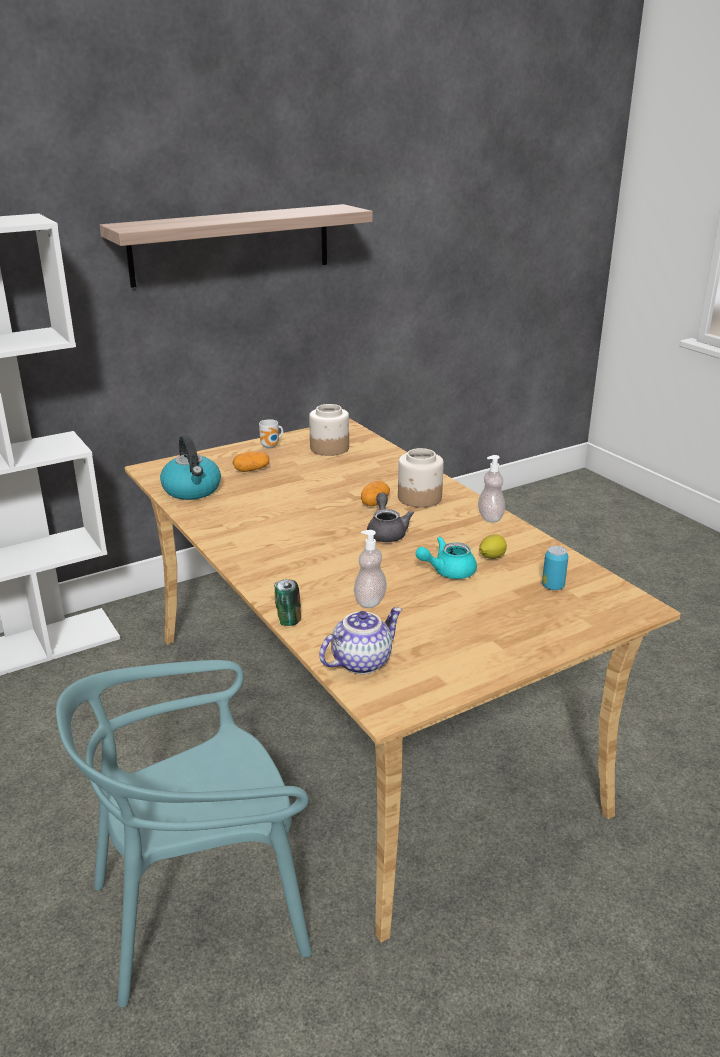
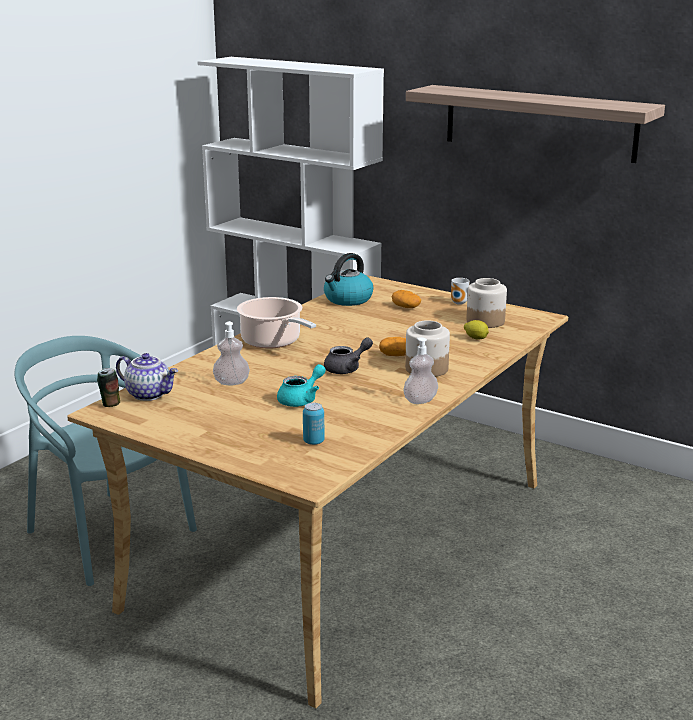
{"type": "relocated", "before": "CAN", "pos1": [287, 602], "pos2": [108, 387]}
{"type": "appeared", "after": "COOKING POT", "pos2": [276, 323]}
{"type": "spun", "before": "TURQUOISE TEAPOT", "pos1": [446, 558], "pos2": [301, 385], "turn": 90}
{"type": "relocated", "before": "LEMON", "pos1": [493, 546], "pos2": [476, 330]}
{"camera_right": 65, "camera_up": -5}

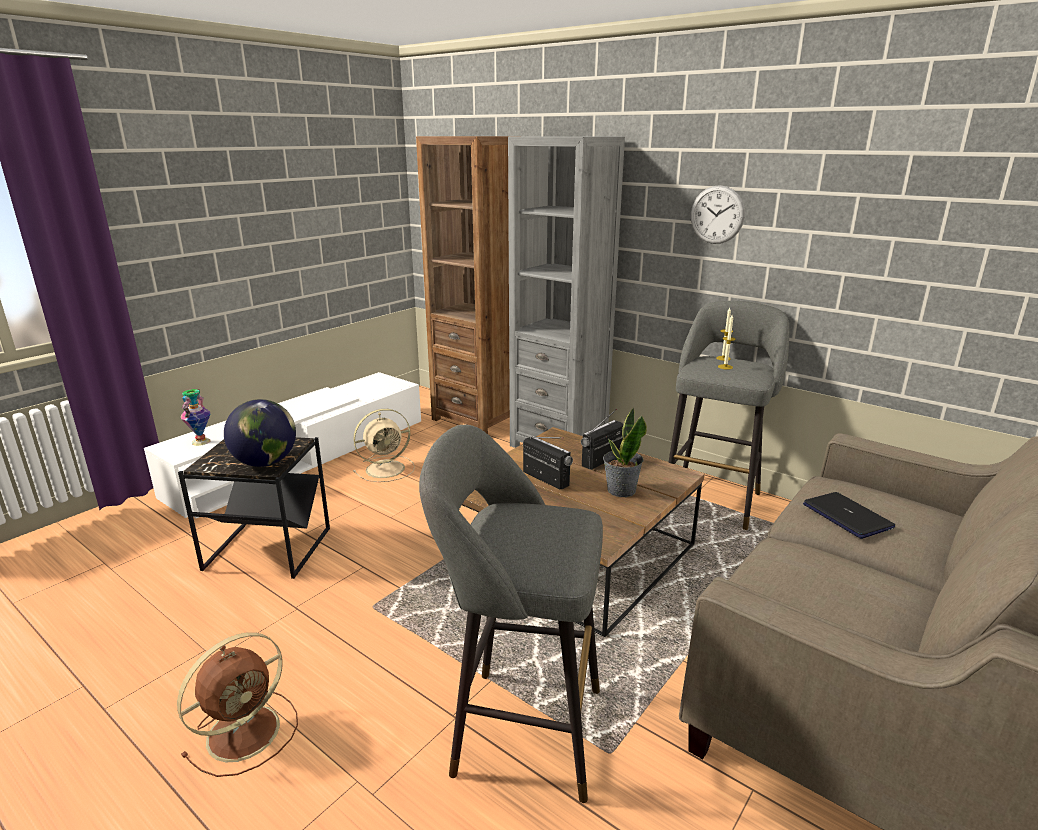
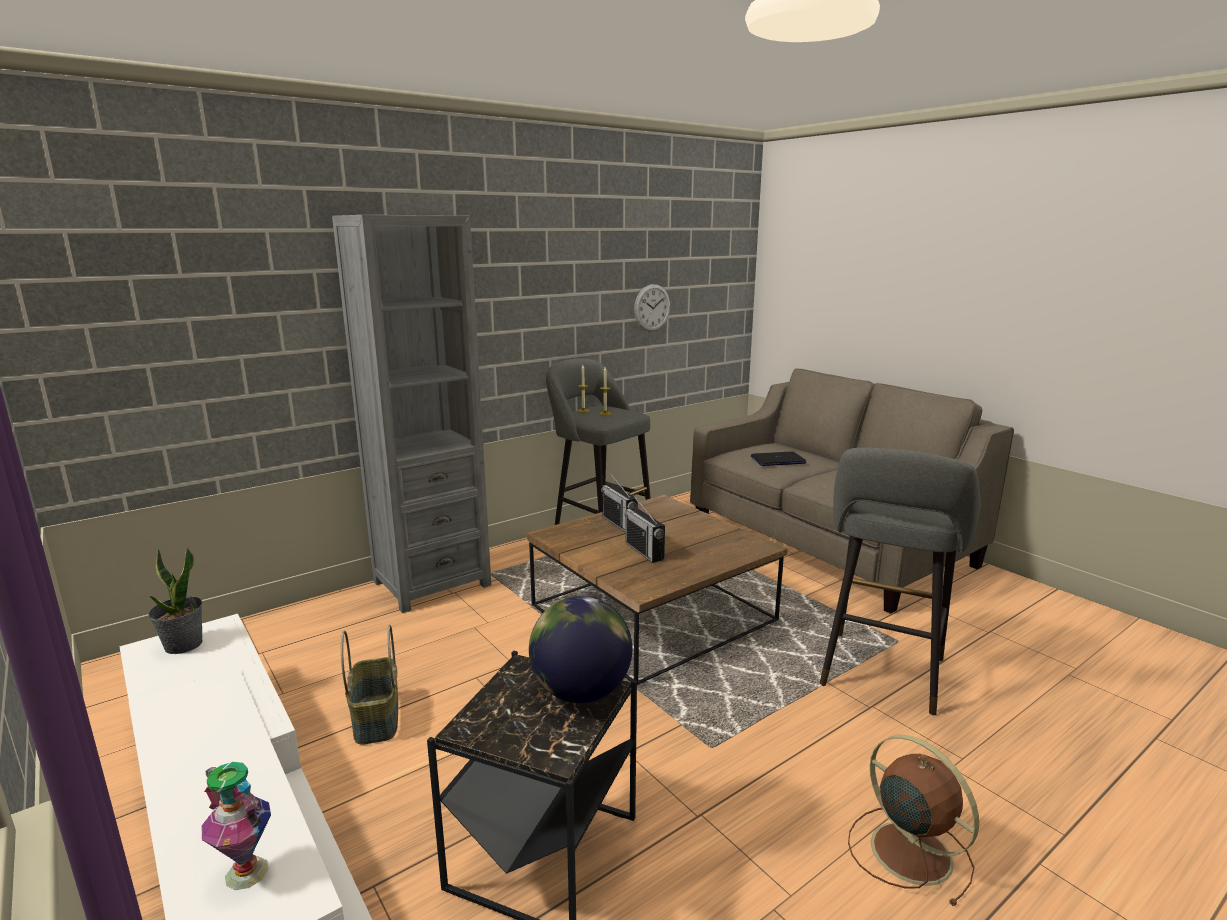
{"type": "relocated", "before": "POTTED PLANT", "pos1": [625, 452], "pos2": [175, 600]}
{"type": "exchanged", "before": "BEIGE FAN", "after": "BASKET", "pos1": [384, 445], "pos2": [369, 685]}
{"type": "spun", "before": "RADIO", "pos1": [548, 462], "pos2": [644, 529], "turn": -90}
{"type": "relocated", "before": "WALL CLOCK", "pos1": [718, 214], "pos2": [652, 307]}
{"type": "missing", "before": "BROWN BOOKCASE", "pos1": [469, 285]}
{"camera_right": -75, "camera_up": -5}

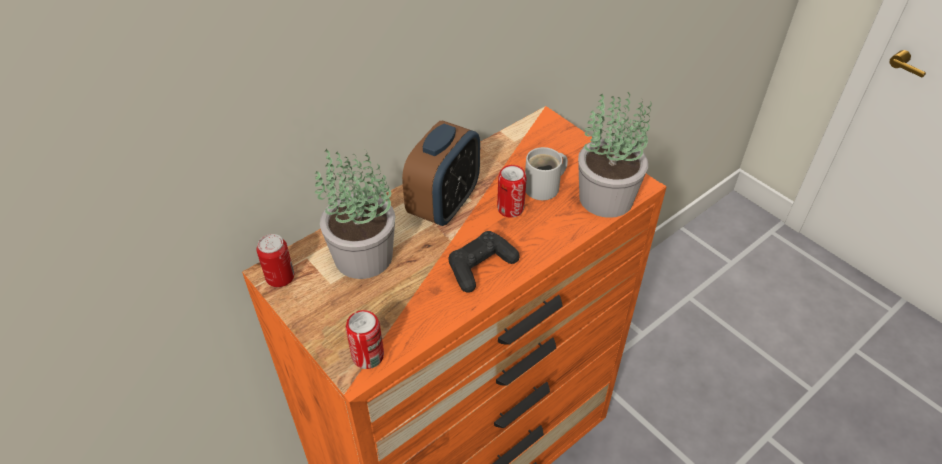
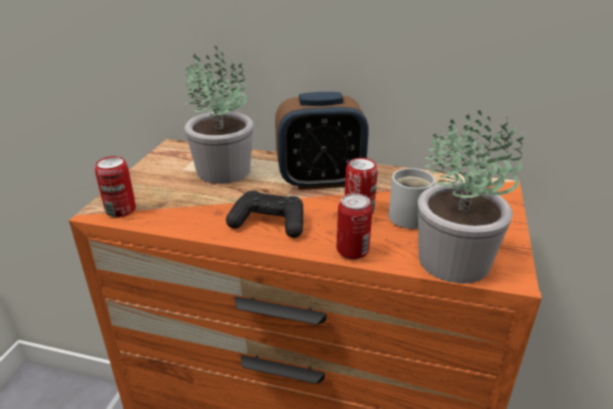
{"type": "relocated", "before": "CAN", "pos1": [275, 260], "pos2": [354, 226]}
{"camera_right": 55, "camera_up": -15}

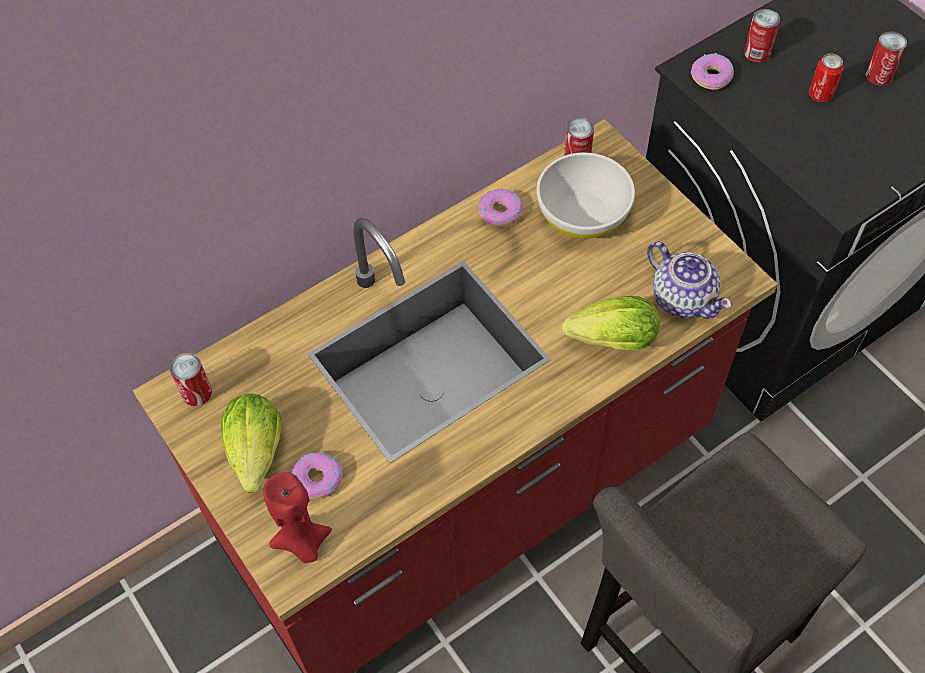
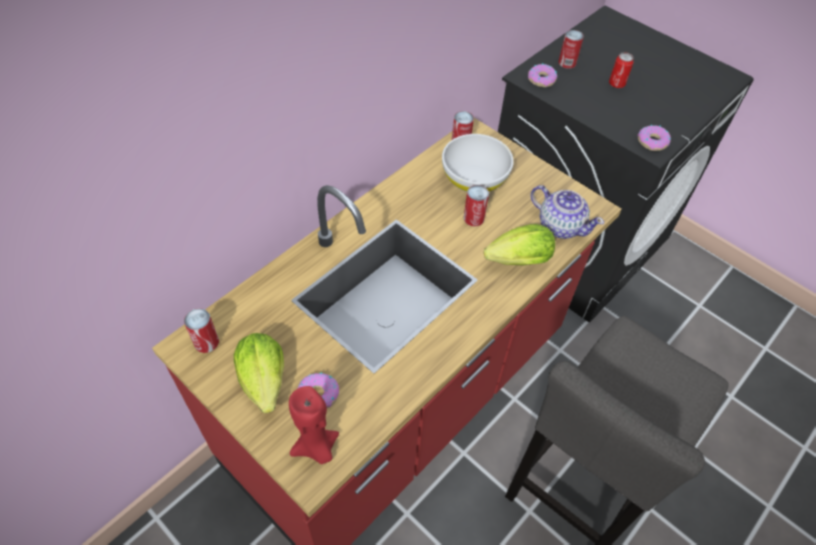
{"type": "relocated", "before": "CAN", "pos1": [886, 58], "pos2": [476, 205]}
{"type": "relocated", "before": "DONUT", "pos1": [500, 207], "pos2": [654, 138]}
{"camera_right": -15, "camera_up": -5}

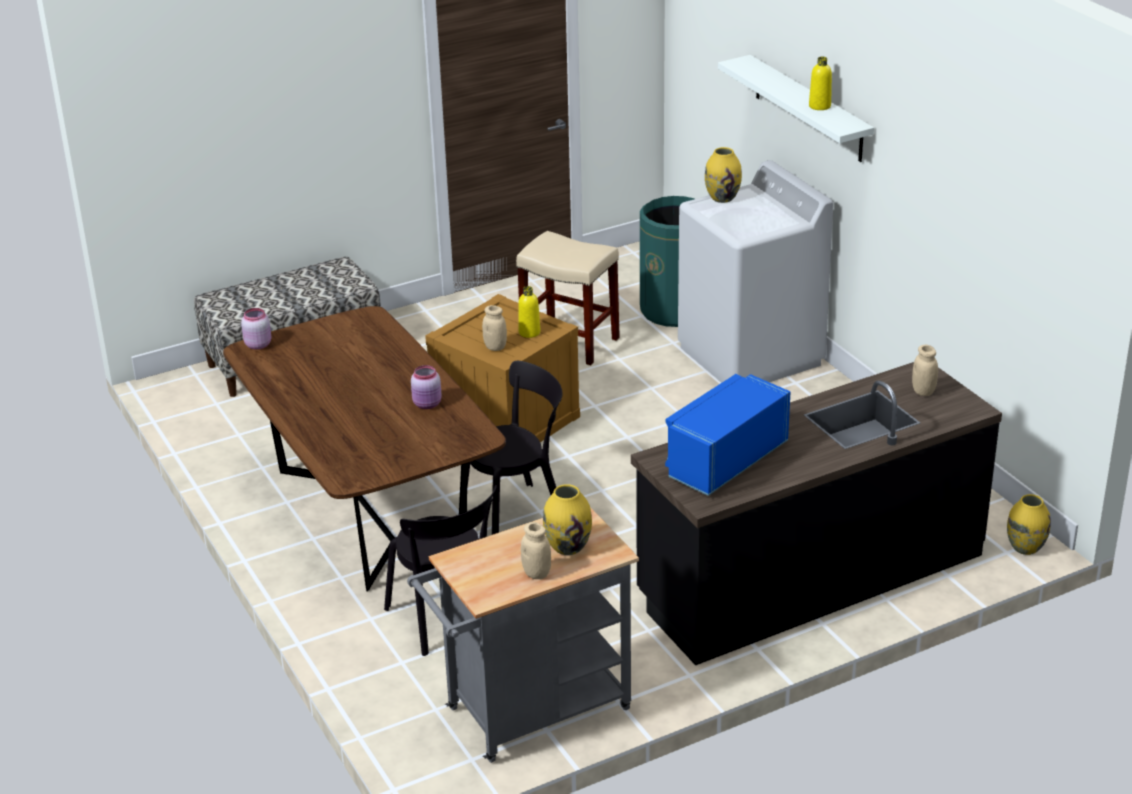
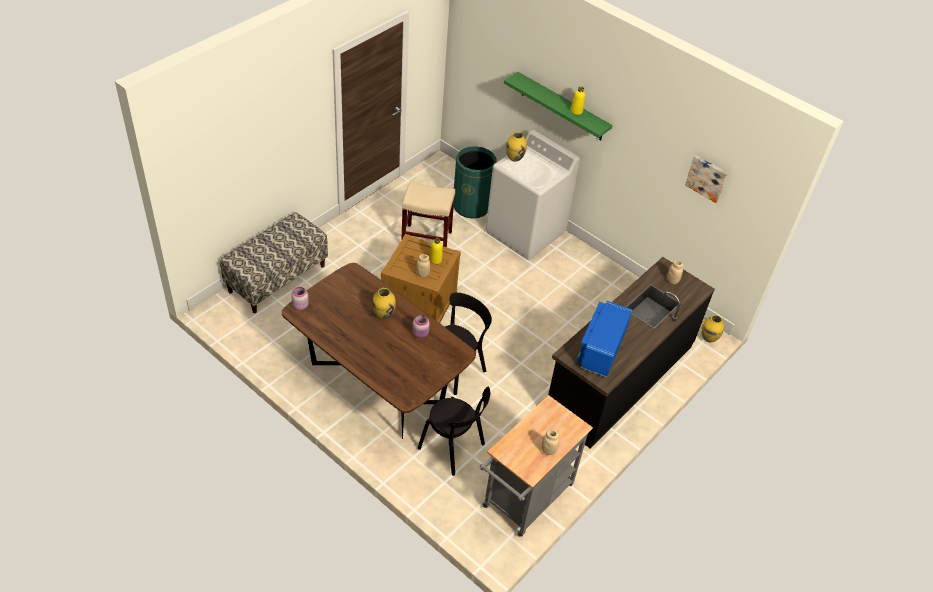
{"type": "relocated", "before": "YELLOW VASE", "pos1": [567, 519], "pos2": [384, 303]}
{"type": "colour", "before": "WHITE SHELF", "after": "GREEN SHELF", "pos1": [796, 108], "pos2": [558, 106]}
{"type": "appeared", "after": "PICTURE", "pos2": [706, 179]}
{"camera_right": -25, "camera_up": 15}

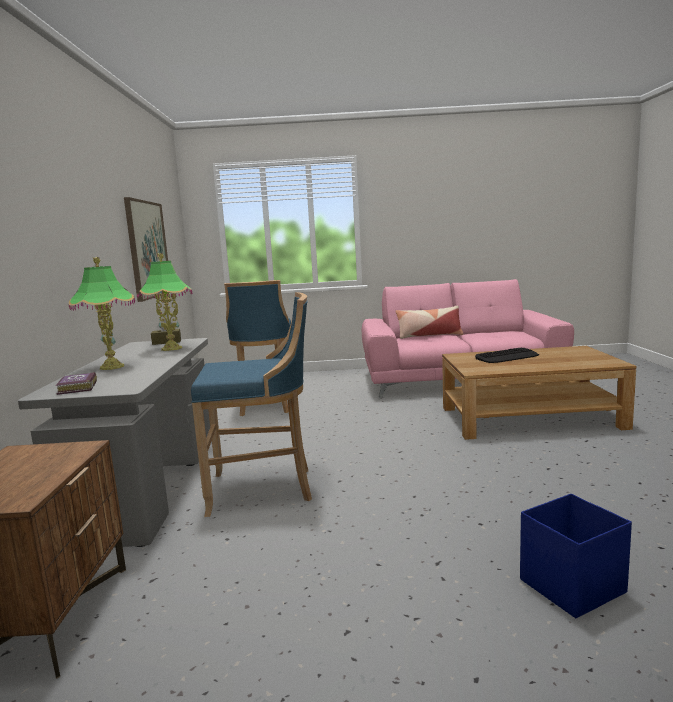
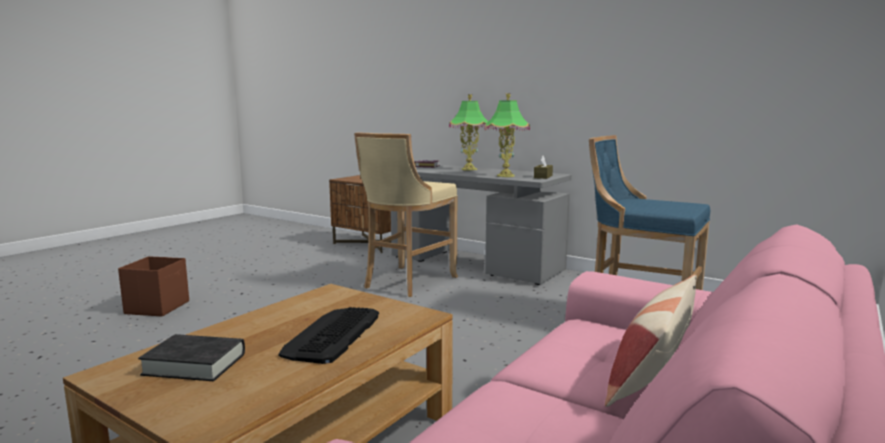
{"type": "colour", "before": "BLUE STORAGE BOX", "after": "BROWN STORAGE BOX", "pos1": [576, 556], "pos2": [153, 286]}
{"type": "appeared", "after": "BLACK BOOK", "pos2": [191, 357]}
{"type": "colour", "before": "BLUE STOOL", "after": "BEIGE STOOL", "pos1": [251, 404], "pos2": [406, 214]}
{"type": "missing", "before": "PICTURE", "pos1": [147, 249]}
{"camera_right": 125, "camera_up": 0}

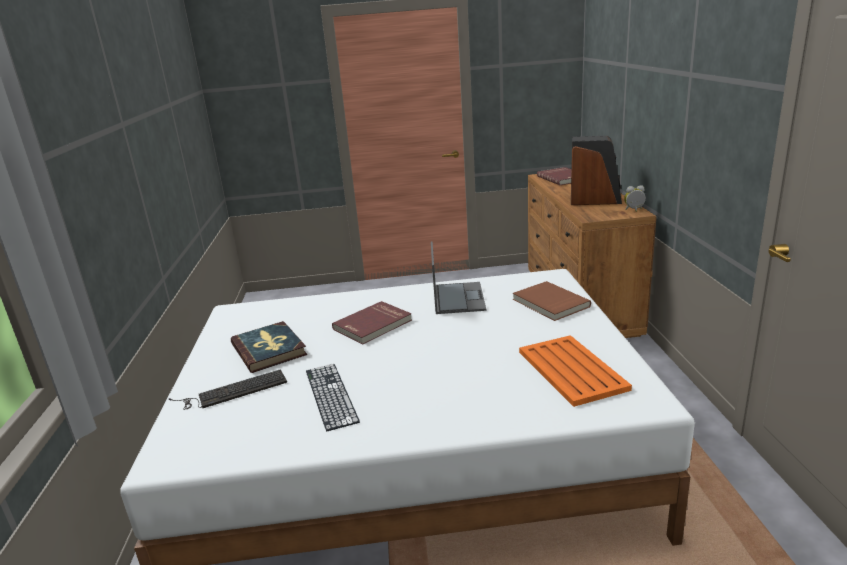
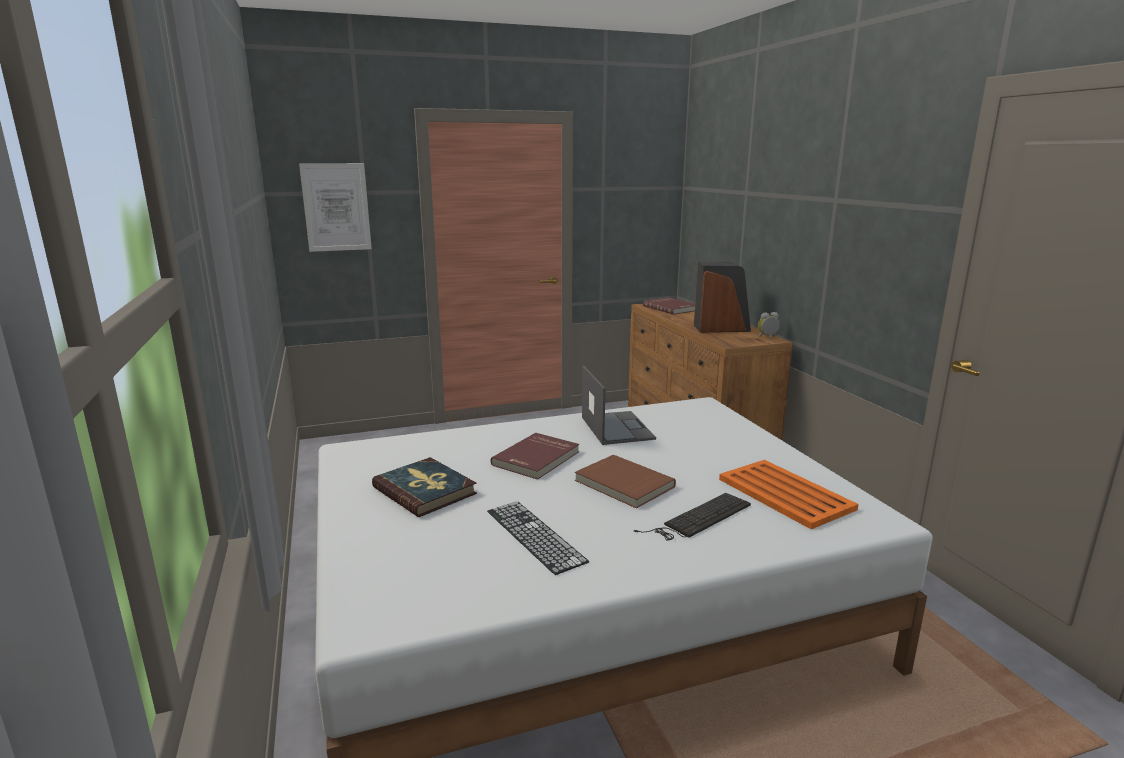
{"type": "appeared", "after": "PICTURE", "pos2": [335, 207]}
{"type": "relocated", "before": "BROWN BOOK", "pos1": [552, 301], "pos2": [625, 482]}
{"type": "relocated", "before": "KEYBOARD", "pos1": [228, 390], "pos2": [692, 517]}
{"camera_right": -15, "camera_up": -5}

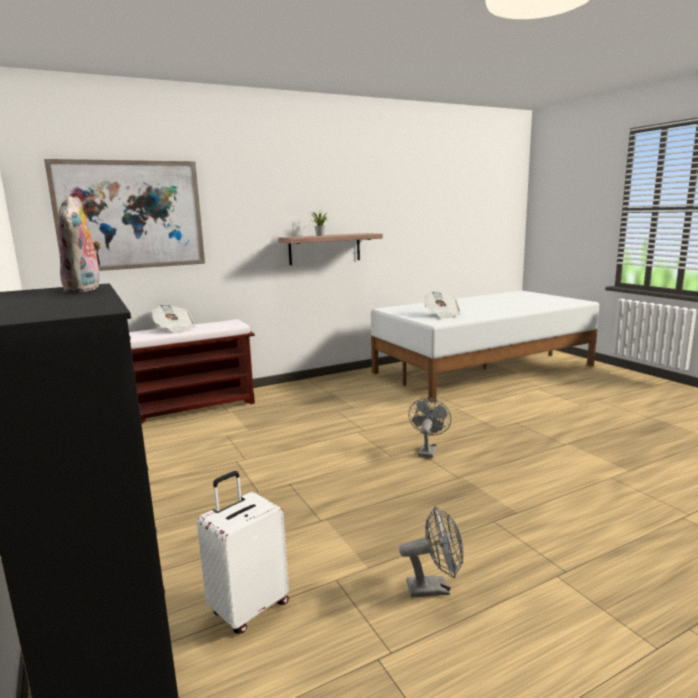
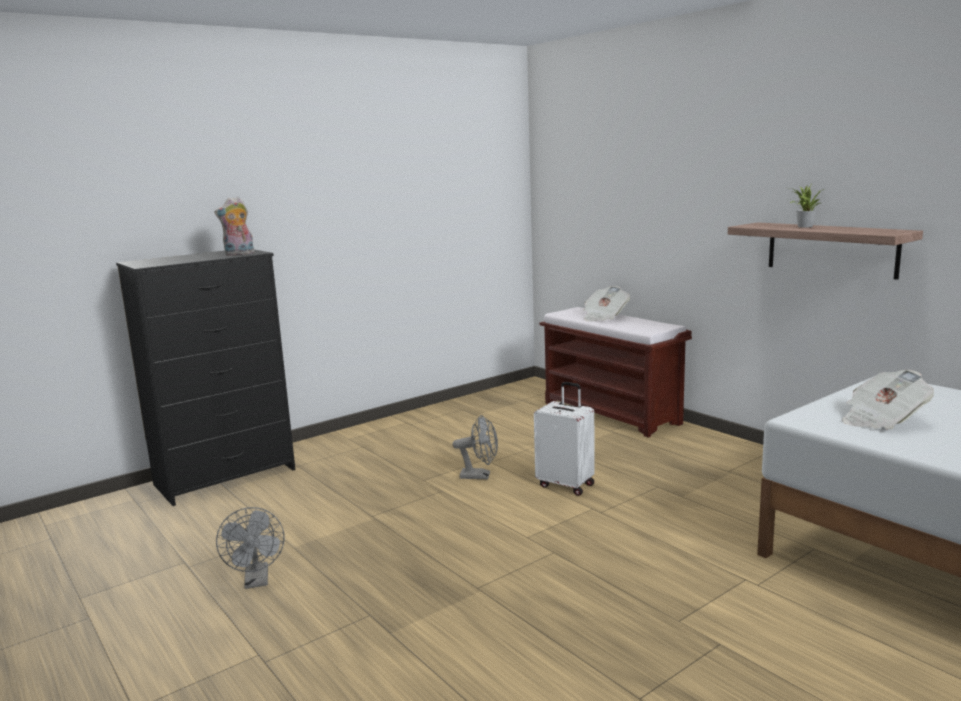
{"type": "relocated", "before": "GREY FAN", "pos1": [430, 428], "pos2": [475, 447]}
{"type": "relocated", "before": "WHITE SUITCASE", "pos1": [243, 552], "pos2": [564, 439]}
{"type": "missing", "before": "PICTURE", "pos1": [124, 215]}
{"camera_right": 80, "camera_up": 0}

